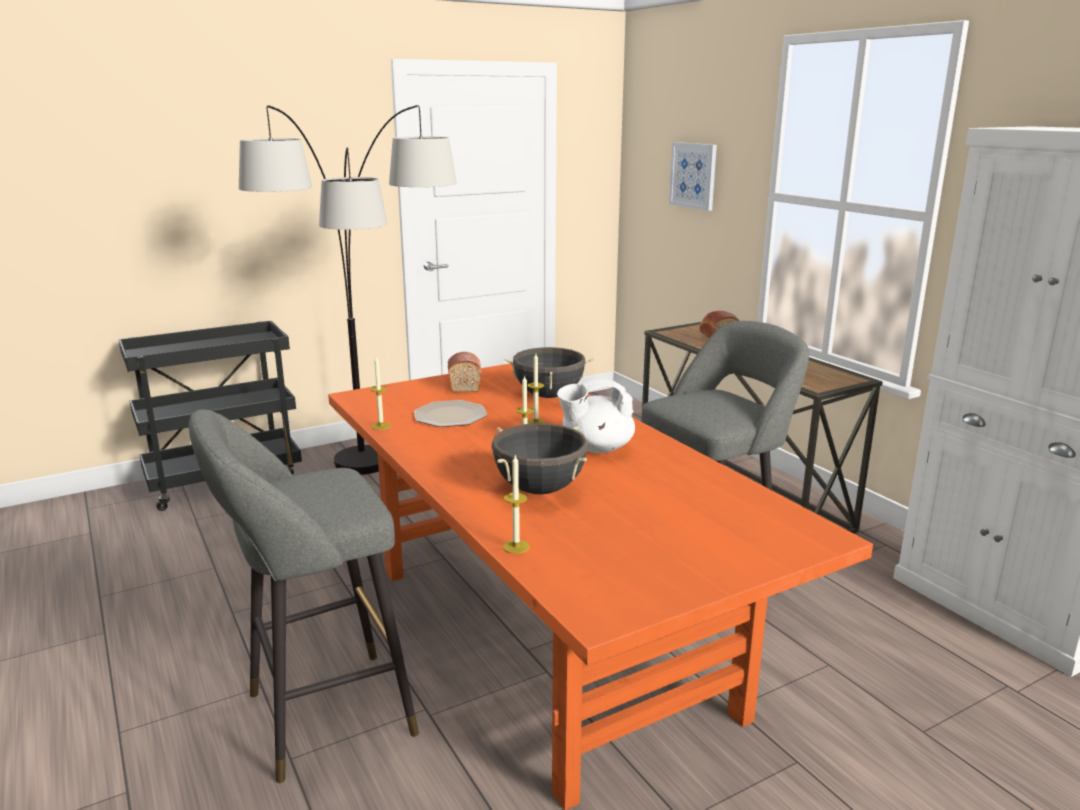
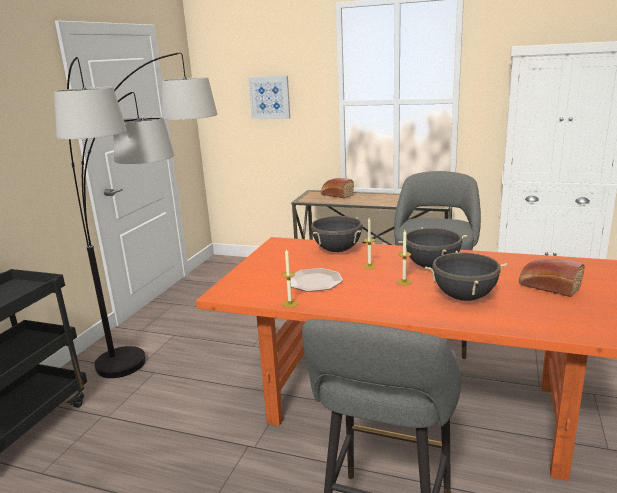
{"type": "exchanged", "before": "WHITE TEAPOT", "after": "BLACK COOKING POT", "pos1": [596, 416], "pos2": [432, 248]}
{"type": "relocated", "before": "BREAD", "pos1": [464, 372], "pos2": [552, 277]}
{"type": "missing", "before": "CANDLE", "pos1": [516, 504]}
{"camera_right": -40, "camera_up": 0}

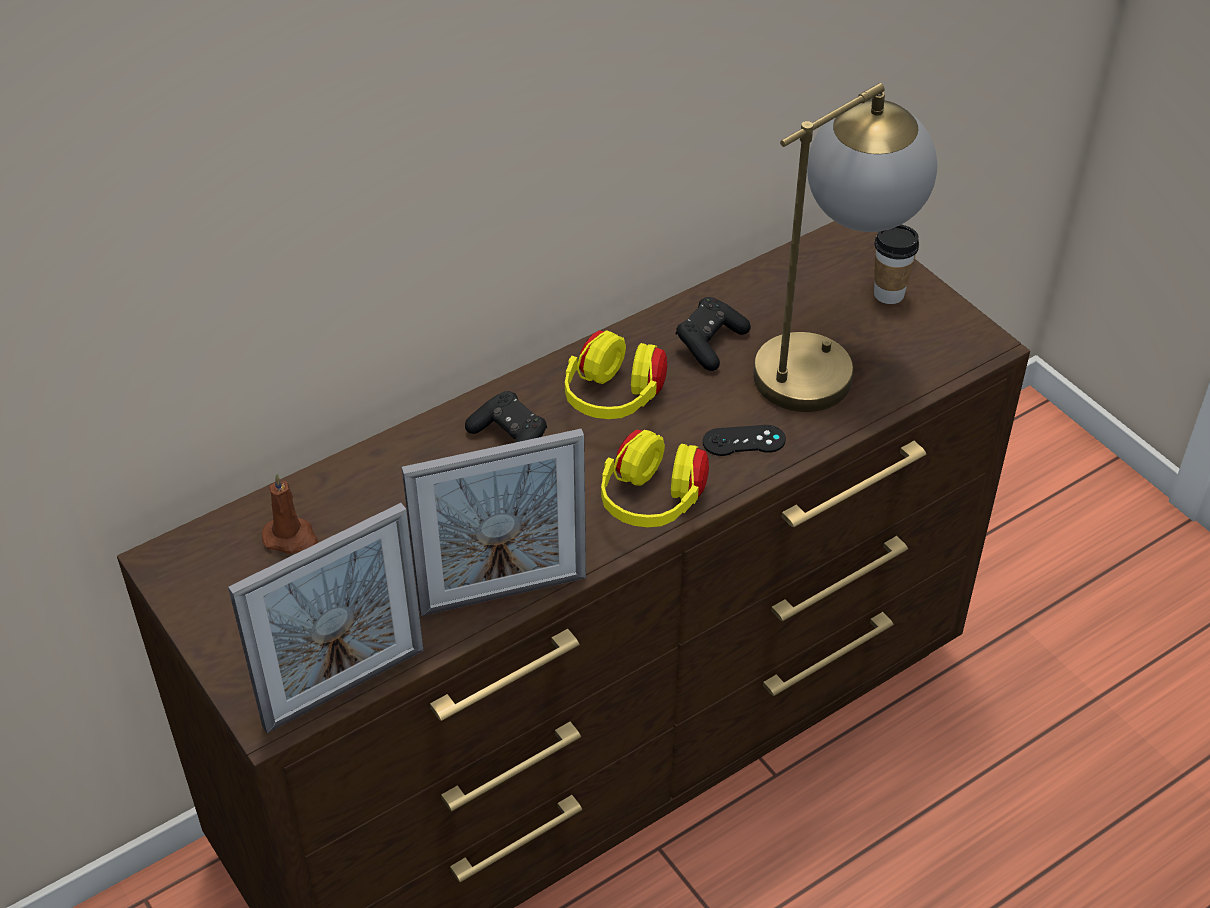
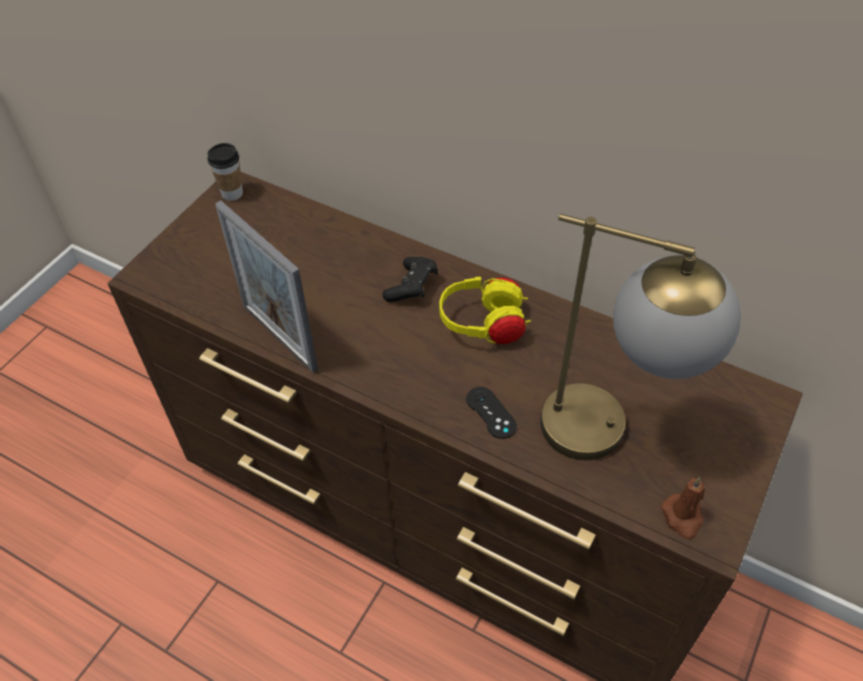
{"type": "relocated", "before": "CUP", "pos1": [896, 264], "pos2": [225, 172]}
{"type": "relocated", "before": "BROWN CANDLE", "pos1": [290, 513], "pos2": [683, 508]}
{"type": "missing", "before": "PICTURE FRAME", "pos1": [326, 618]}
{"type": "missing", "before": "YELLOW HEADPHONES", "pos1": [655, 478]}
{"type": "missing", "before": "BLACK GAME CONTROLLER", "pos1": [713, 334]}
{"camera_right": 65, "camera_up": 5}

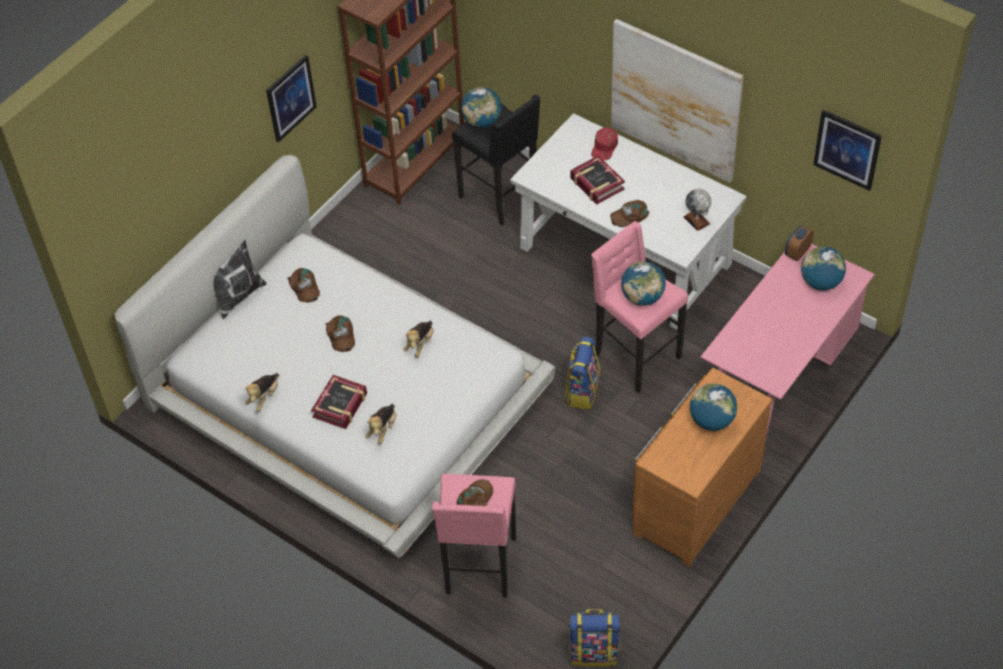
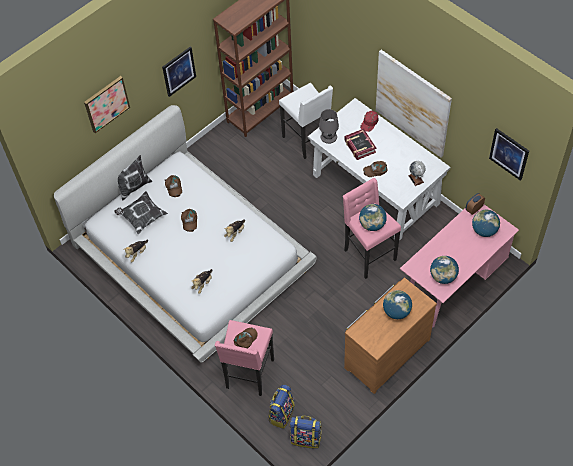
{"type": "appeared", "after": "PICTURE", "pos2": [107, 104]}
{"type": "appeared", "after": "PILLOW", "pos2": [141, 212]}
{"type": "relocated", "before": "BACKPACK", "pos1": [582, 373], "pos2": [281, 406]}
{"type": "colour", "before": "BLACK STOOL", "after": "WHITE STOOL", "pos1": [496, 160], "pos2": [306, 121]}
{"type": "appeared", "after": "GREY TABLE LAMP", "pos2": [329, 126]}
{"type": "relocated", "before": "GLOBE", "pos1": [481, 107], "pos2": [444, 270]}
{"type": "missing", "before": "BOOK", "pos1": [339, 402]}
{"camera_right": 10, "camera_up": 5}

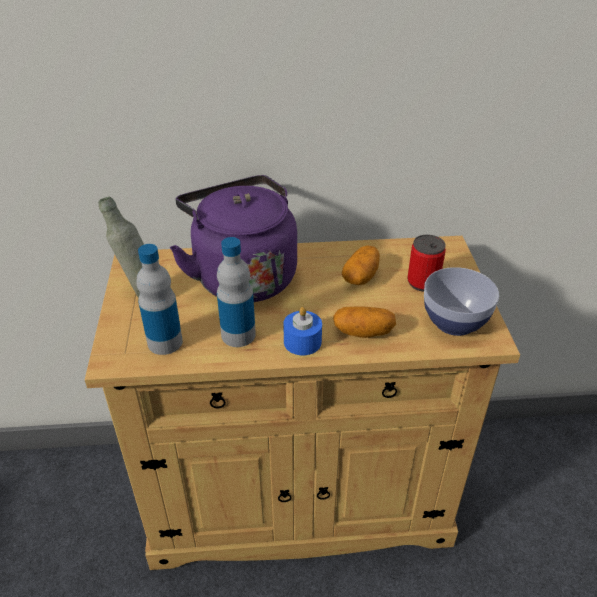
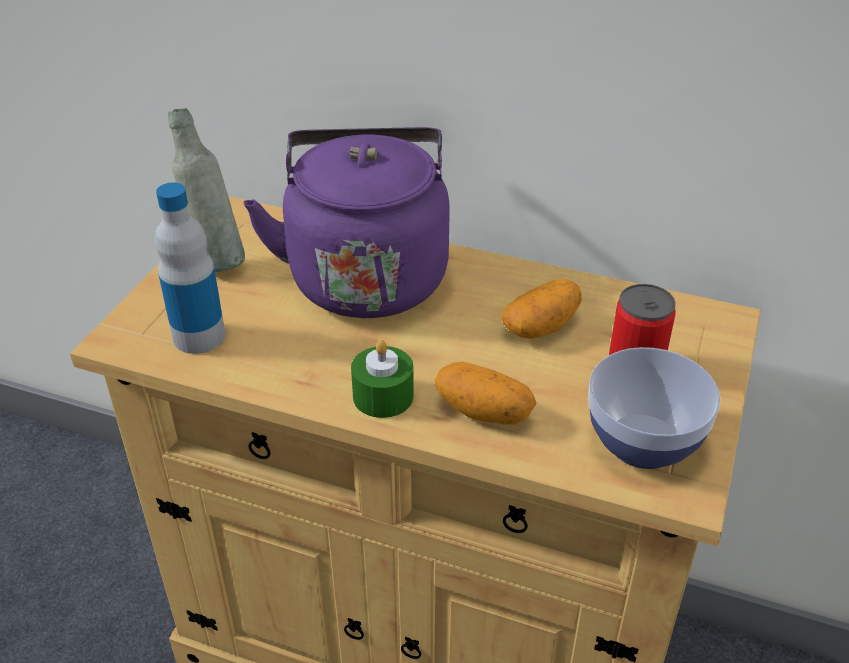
{"type": "colour", "before": "BLUE CANDLE", "after": "GREEN CANDLE", "pos1": [302, 331], "pos2": [382, 379]}
{"type": "missing", "before": "BOTTLE", "pos1": [236, 292]}
{"camera_right": 25, "camera_up": 0}

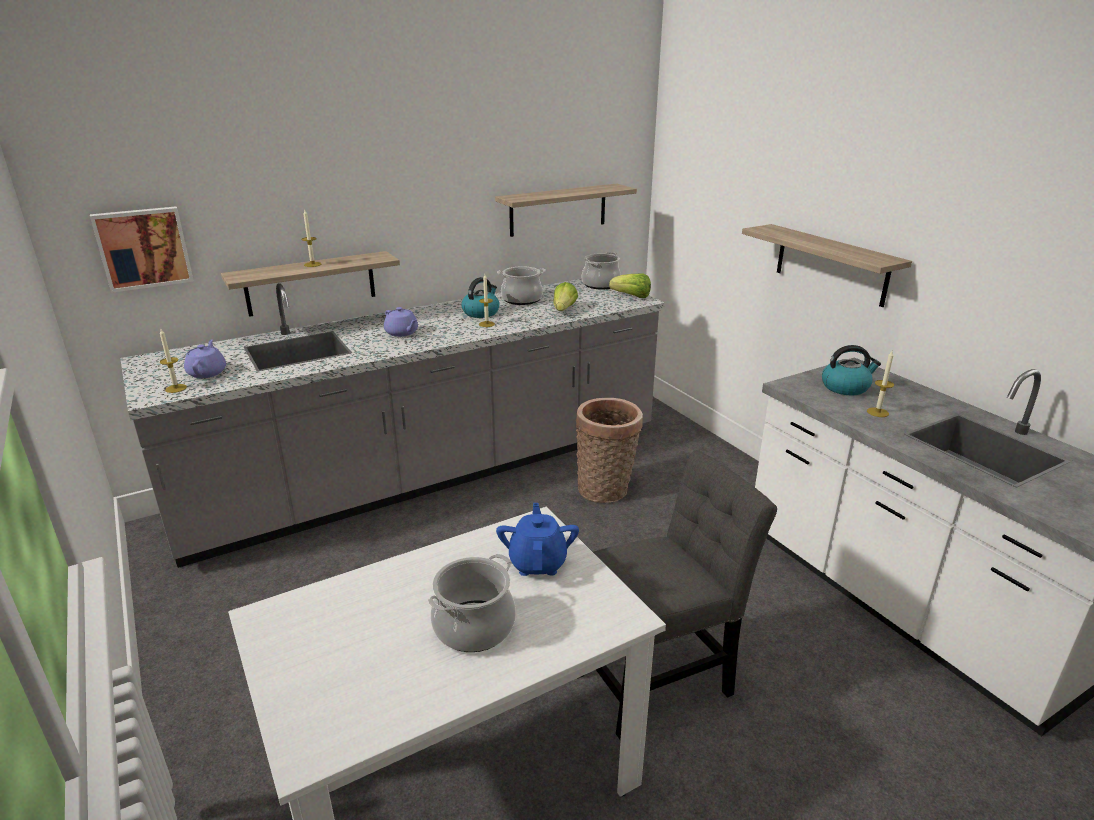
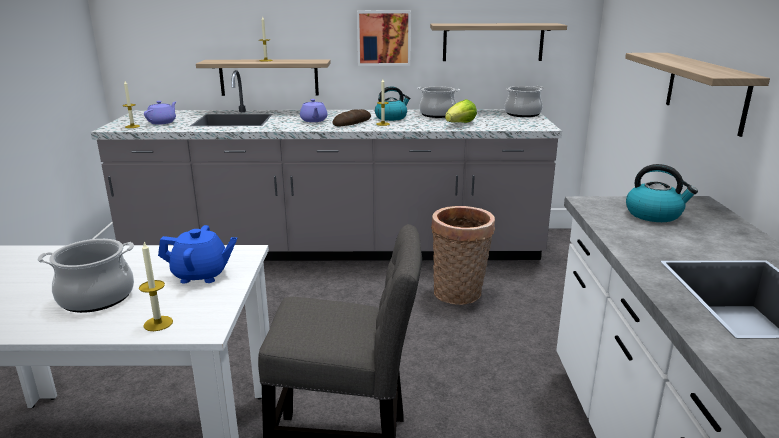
{"type": "relocated", "before": "CANDLE", "pos1": [880, 384], "pos2": [156, 286]}
{"type": "spun", "before": "BLUE TEAPOT", "pos1": [537, 539], "pos2": [198, 254], "turn": 60}
{"type": "appeared", "after": "BREAD", "pos2": [352, 117]}
{"type": "relocated", "before": "PICTURE", "pos1": [142, 249], "pos2": [384, 38]}
{"type": "missing", "before": "LETTUCE", "pos1": [630, 286]}
{"camera_right": 30, "camera_up": -5}

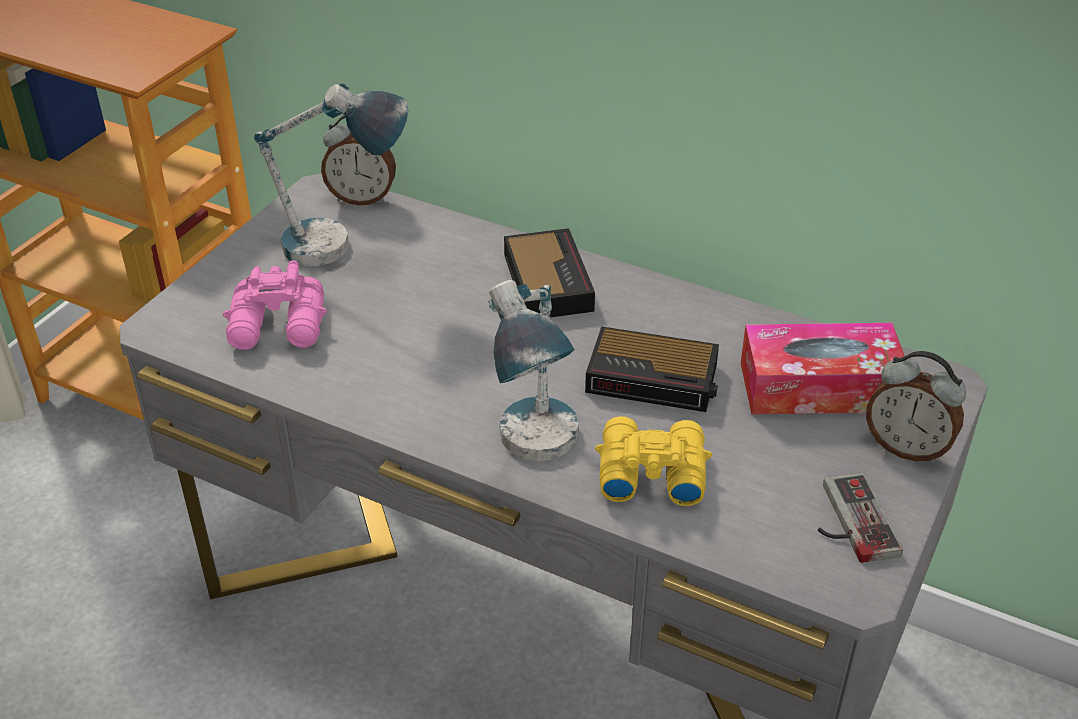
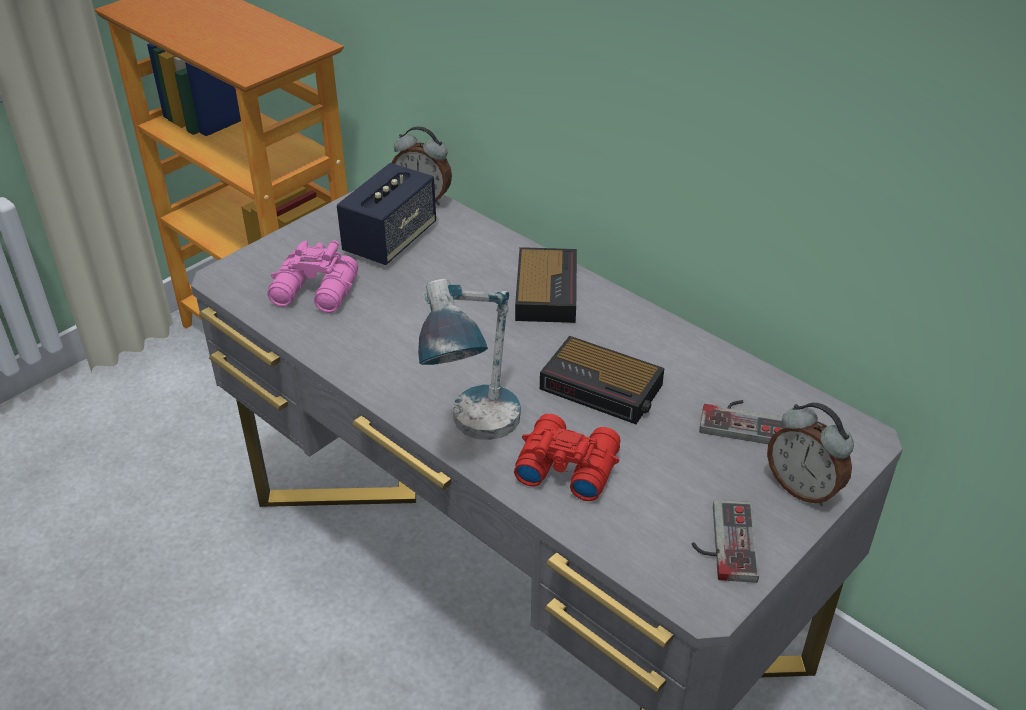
{"type": "exchanged", "before": "TABLE LAMP", "after": "SPEAKER", "pos1": [331, 174], "pos2": [386, 214]}
{"type": "colour", "before": "YELLOW BINOCULARS", "after": "RED BINOCULARS", "pos1": [653, 461], "pos2": [567, 457]}
{"type": "exchanged", "before": "TISSUE BOX", "after": "GAME CONTROLLER", "pos1": [823, 368], "pos2": [741, 422]}
{"camera_right": 15, "camera_up": 0}

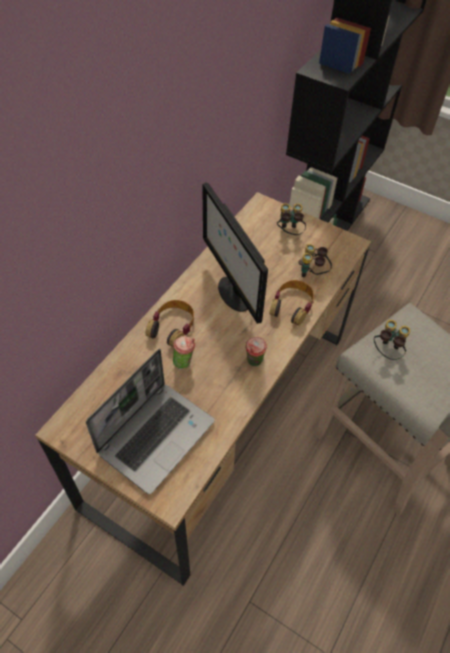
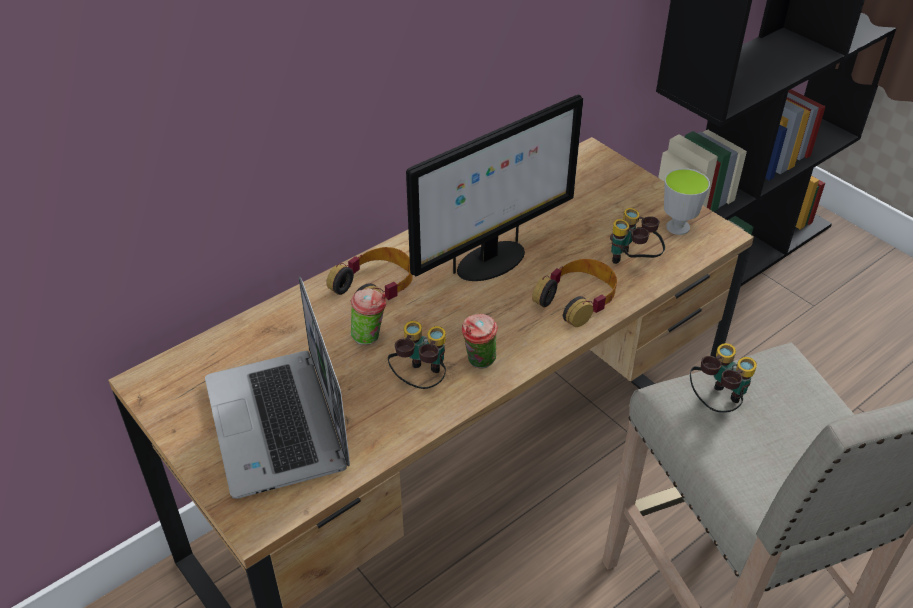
{"type": "spun", "before": "LAPTOP", "pos1": [150, 421], "pos2": [277, 387], "turn": 105}
{"type": "relocated", "before": "BINOCULARS", "pos1": [291, 219], "pos2": [417, 355]}
{"type": "spun", "before": "MONITOR", "pos1": [235, 253], "pos2": [495, 188], "turn": -120}
{"type": "appeared", "after": "CUP", "pos2": [687, 201]}
{"camera_right": 20, "camera_up": -10}

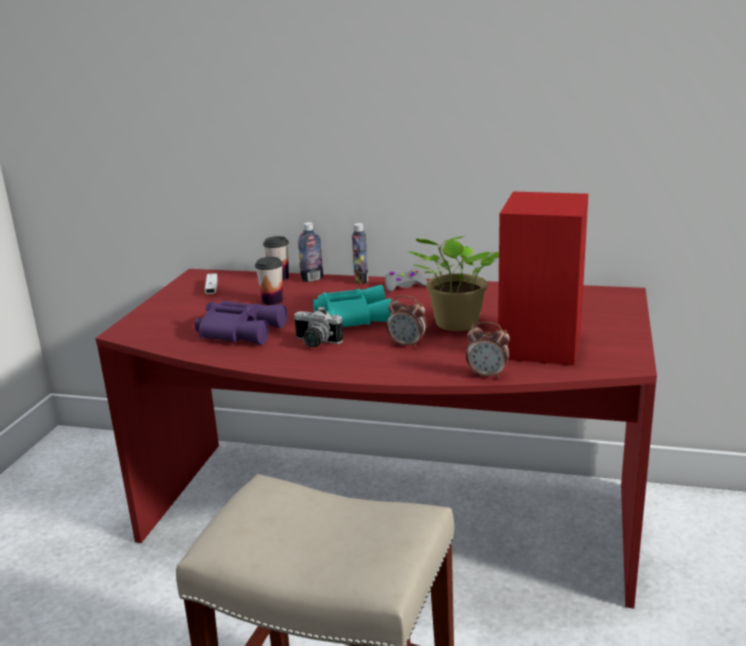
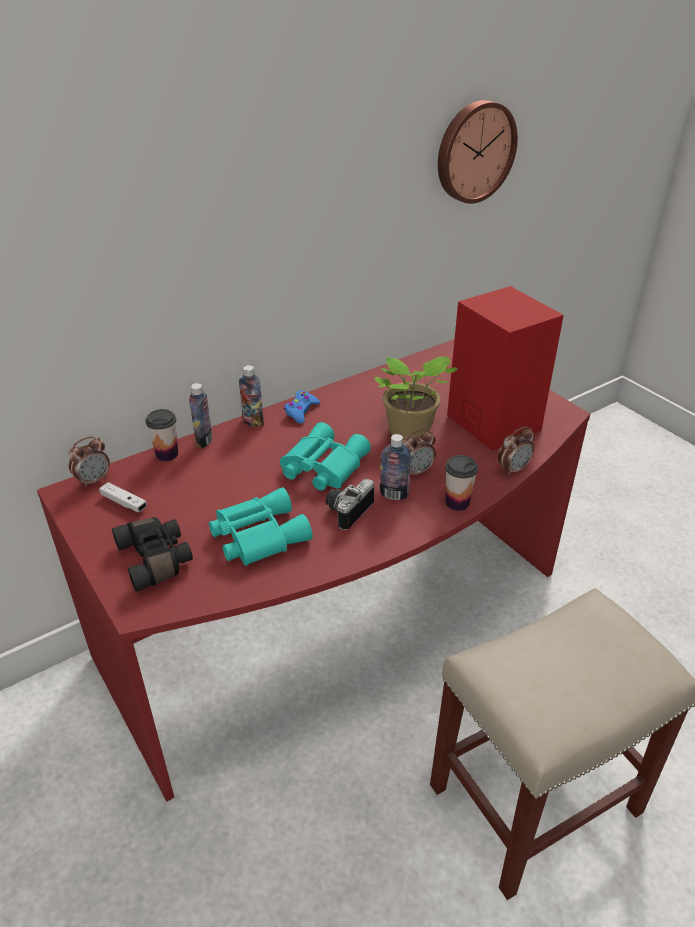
{"type": "appeared", "after": "ALARM CLOCK", "pos2": [89, 462]}
{"type": "appeared", "after": "BLACK BINOCULARS", "pos2": [152, 554]}
{"type": "colour", "before": "PURPLE BINOCULARS", "after": "TURQUOISE BINOCULARS", "pos1": [241, 323], "pos2": [260, 526]}
{"type": "colour", "before": "GREY GAME CONTROLLER", "after": "BLUE GAME CONTROLLER", "pos1": [406, 281], "pos2": [302, 407]}
{"type": "spun", "before": "PHOTO CAMERA", "pos1": [318, 326], "pos2": [350, 504], "turn": 150}
{"type": "appeared", "after": "BOTTLE", "pos2": [396, 467]}
{"type": "appeared", "after": "WALL CLOCK", "pos2": [478, 152]}
{"type": "relocated", "before": "CUP", "pos1": [269, 281], "pos2": [461, 483]}
{"camera_right": -50, "camera_up": 15}

